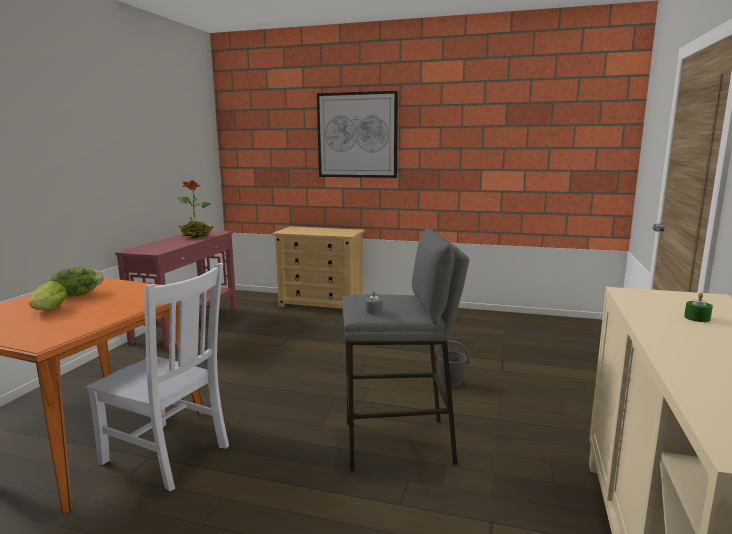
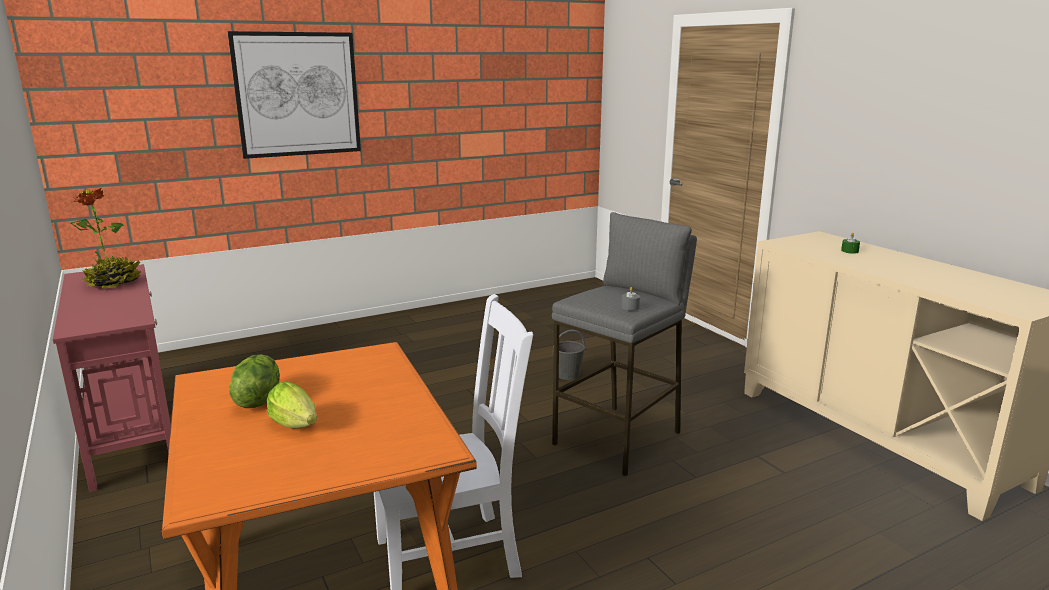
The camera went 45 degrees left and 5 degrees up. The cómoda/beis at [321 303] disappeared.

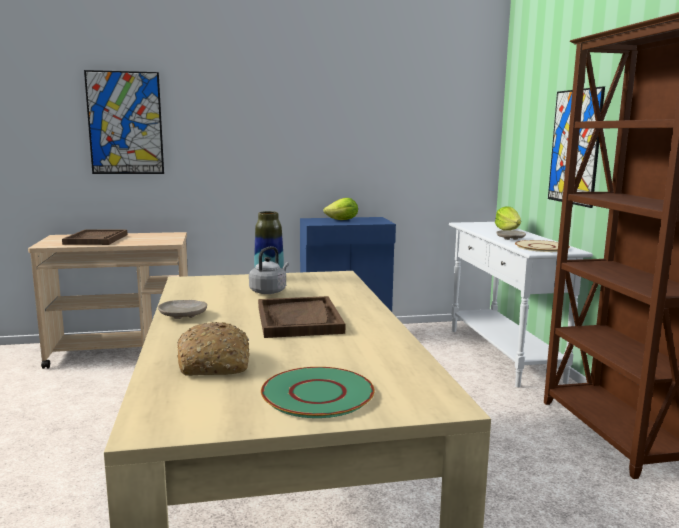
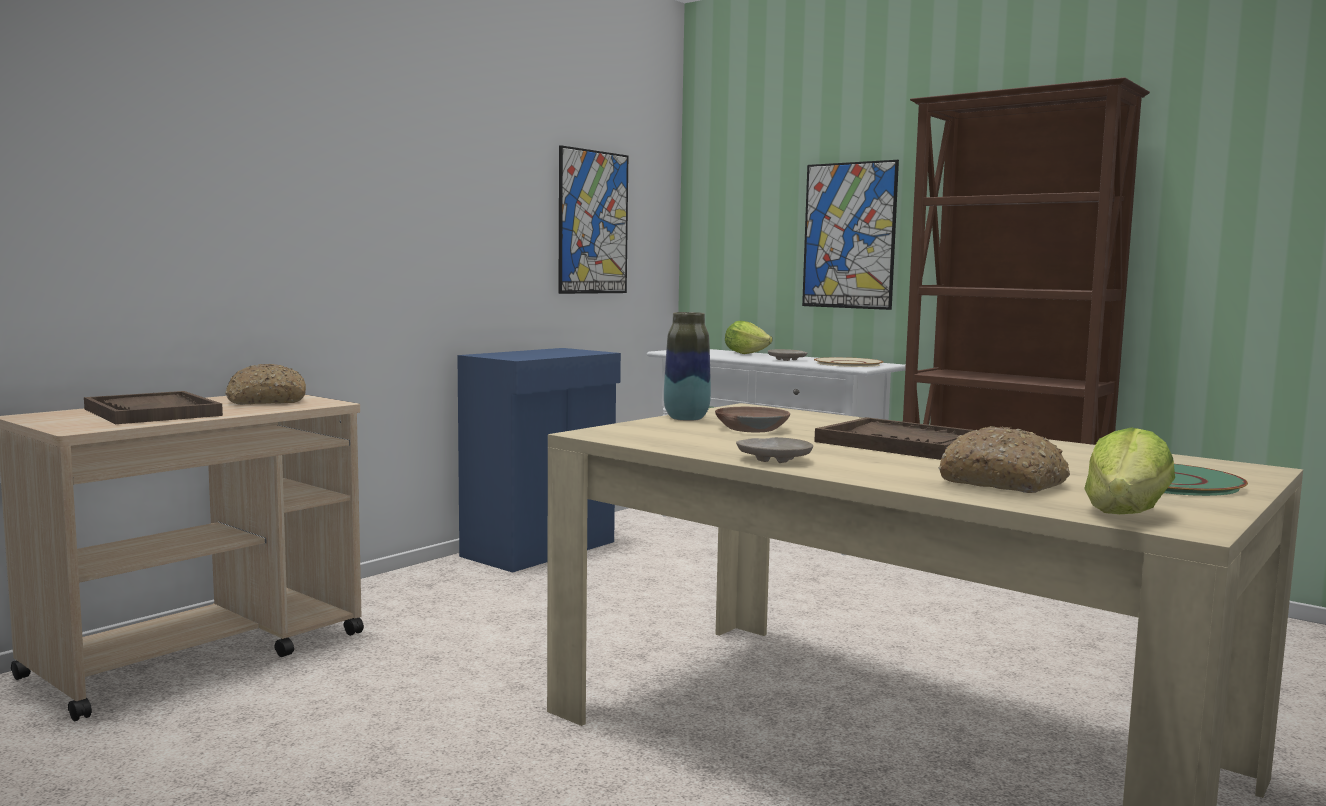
The camera went 40 degrees left and 5 degrees down. The pan at [266 401] appeared. The cuadro moved from [125 123] to [593 222]. The hervidor/gris at [269 291] was replaced by the cuenco/marrón at [751 428]. The lechuga moved from [342 220] to [1126 514].

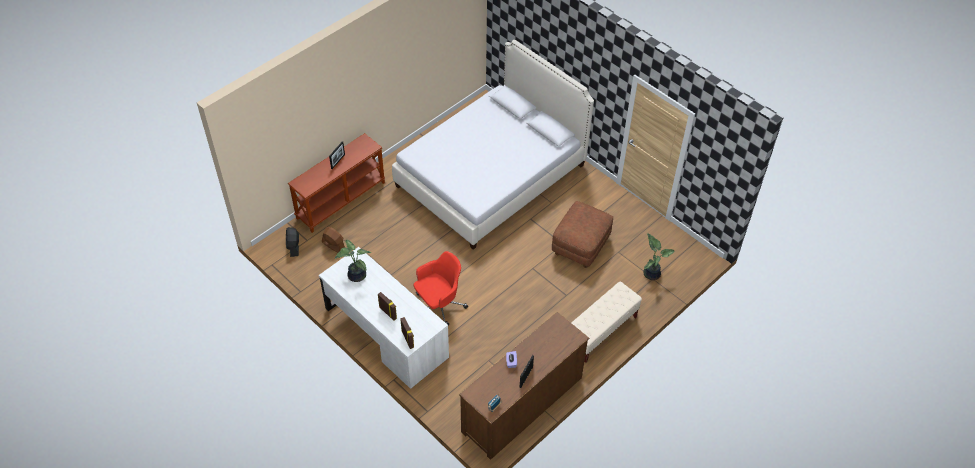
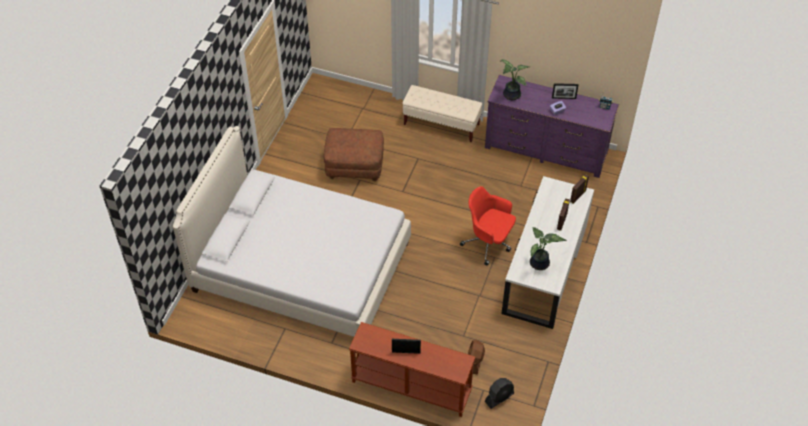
The camera went 115 degrees left and 0 degrees up. The cómoda/marrón at [522 404] became the cómoda/morado at [546 149]. The planta en maceta moved from [652 273] to [510 95].

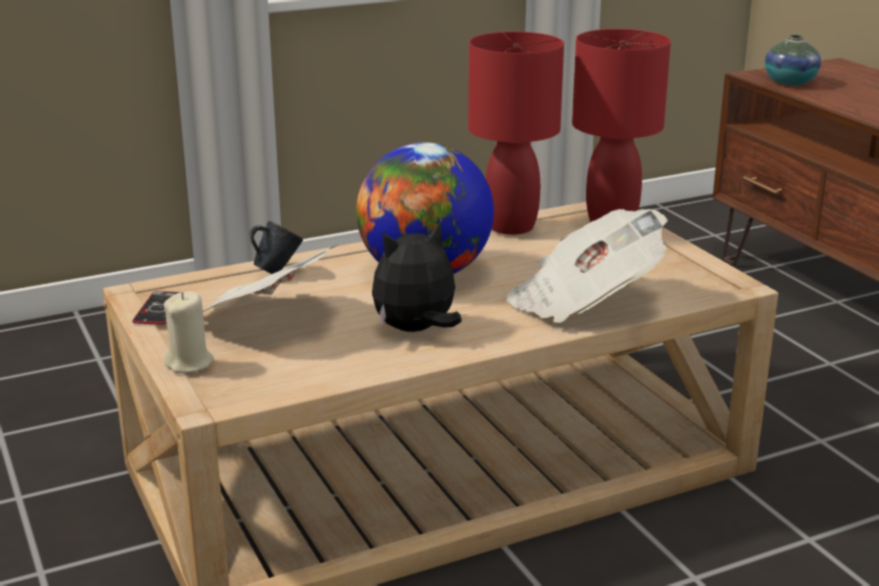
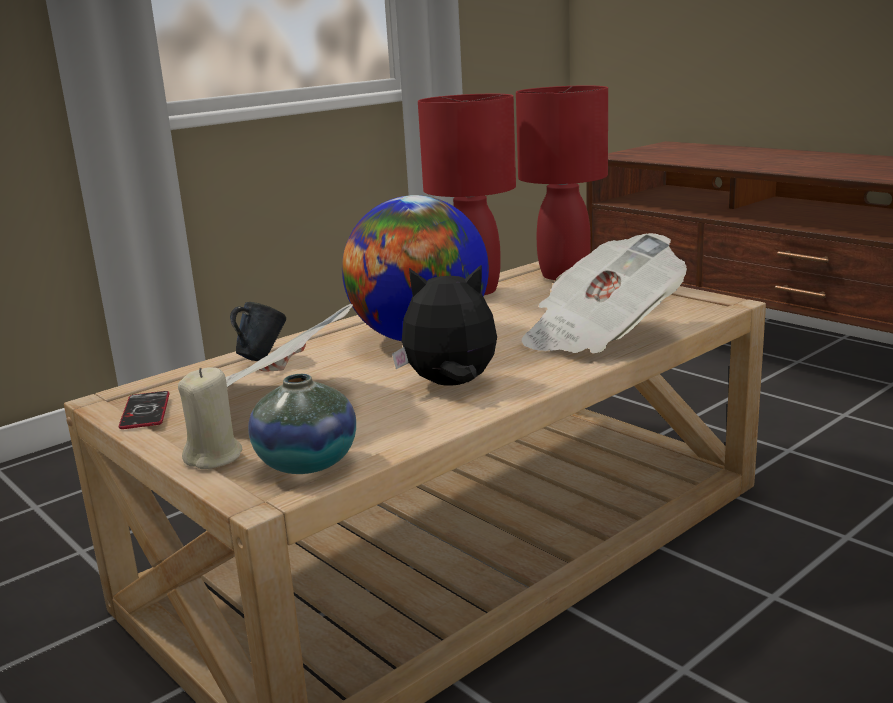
The camera went 15 degrees left and 5 degrees down. The florero moved from [790 82] to [307 463]. The peluche at [416 330] turned 45 degrees clockwise.

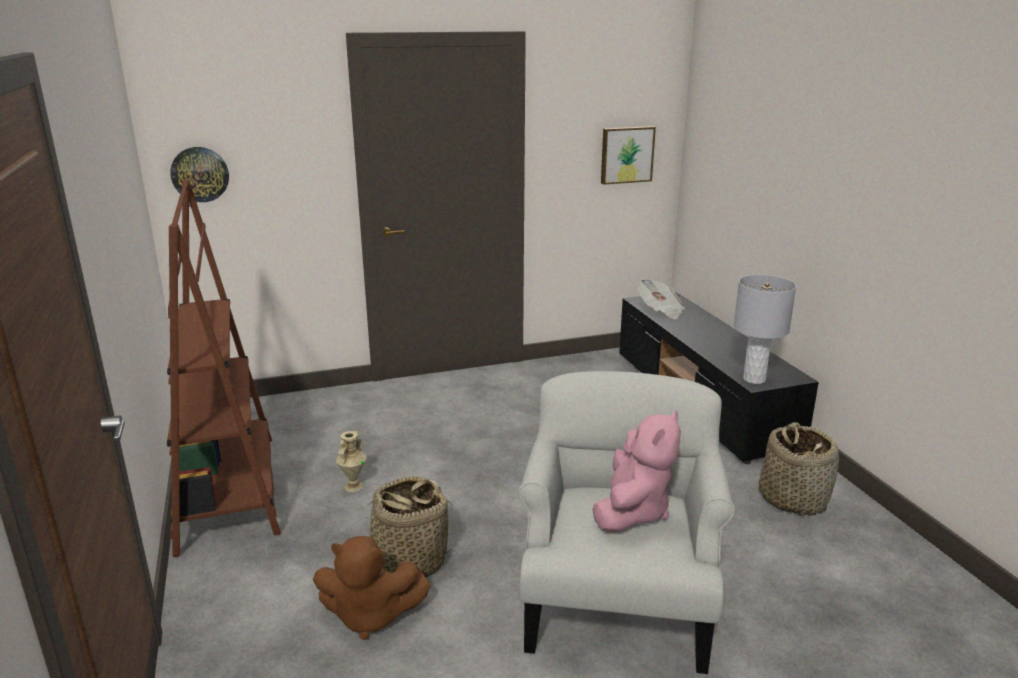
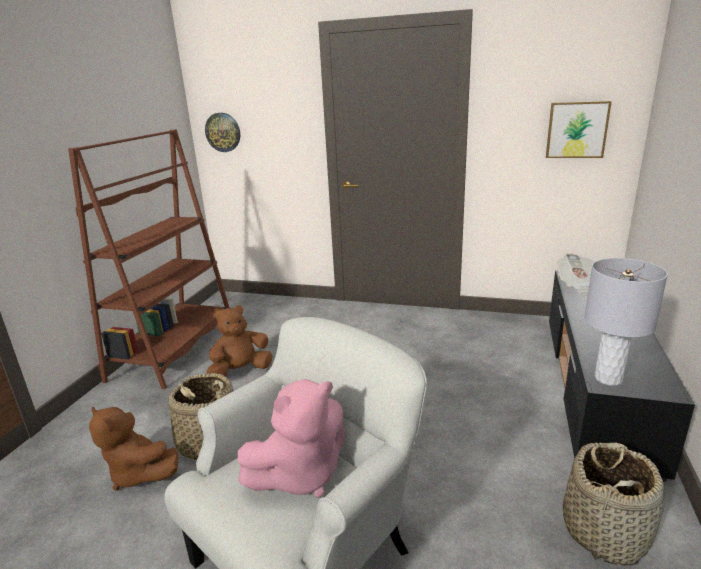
The camera went 35 degrees right and 0 degrees up. The florero/beis at [353 486] was replaced by the peluche/marrón at [241 371].

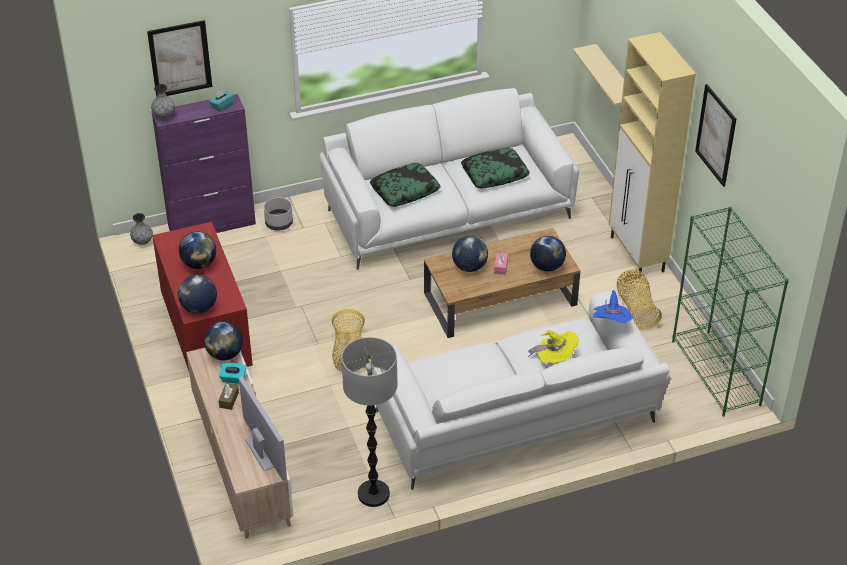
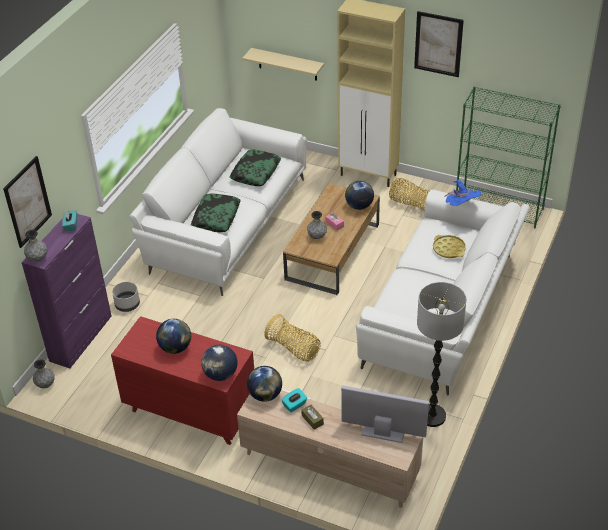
The camera went 45 degrees left and 0 degrees up. The globo terráqueo at [469 267] was replaced by the florero/gris at [317 237]. The sombrero/amarillo at [555 358] was replaced by the bandeja/amarillo at [449 249].

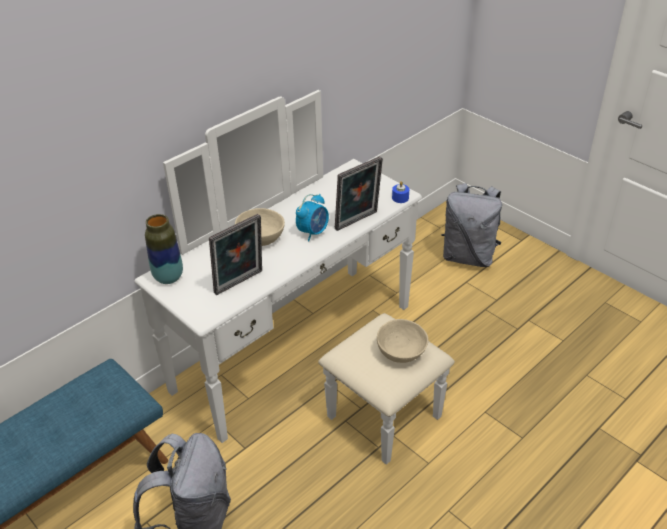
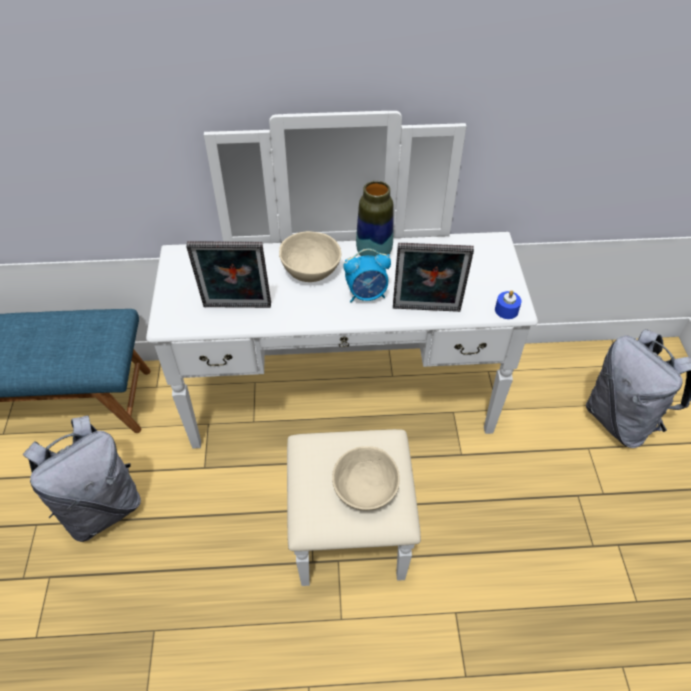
The camera went 40 degrees right and 10 degrees up. The florero moved from [168 277] to [374 255].

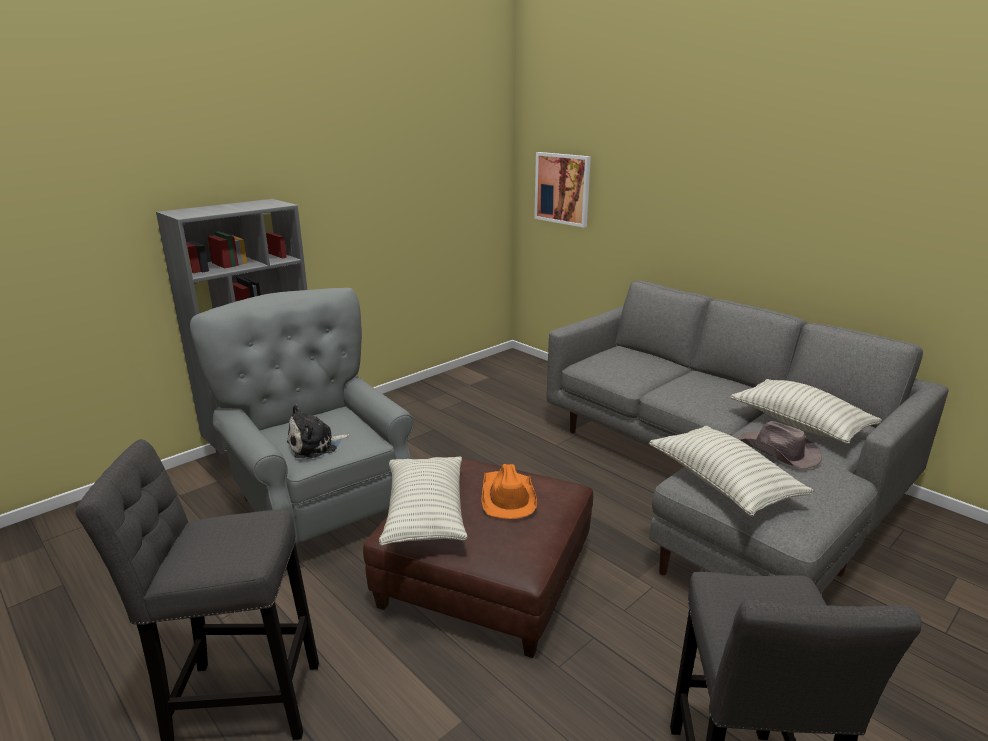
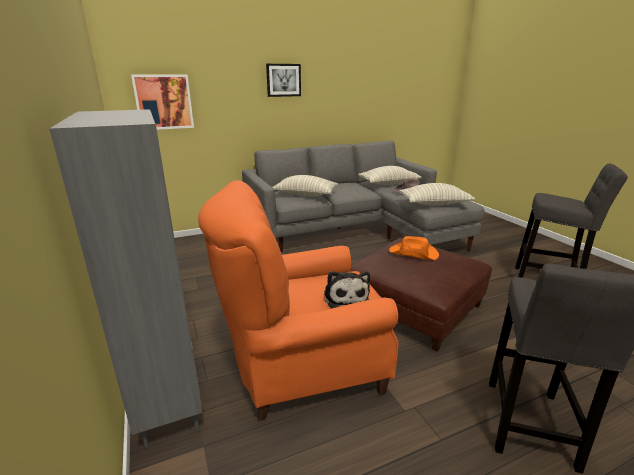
The camera went 70 degrees left and 0 degrees up. The sillón/gris at [319 505] became the sillón/naranja at [302 368]. The cuadro at [283 80] appeared. The cojín moved from [425 514] to [305 195].

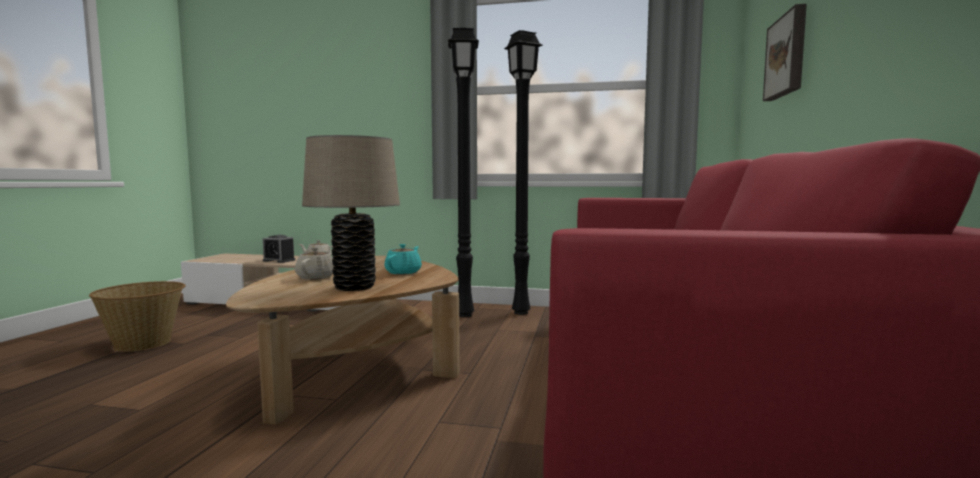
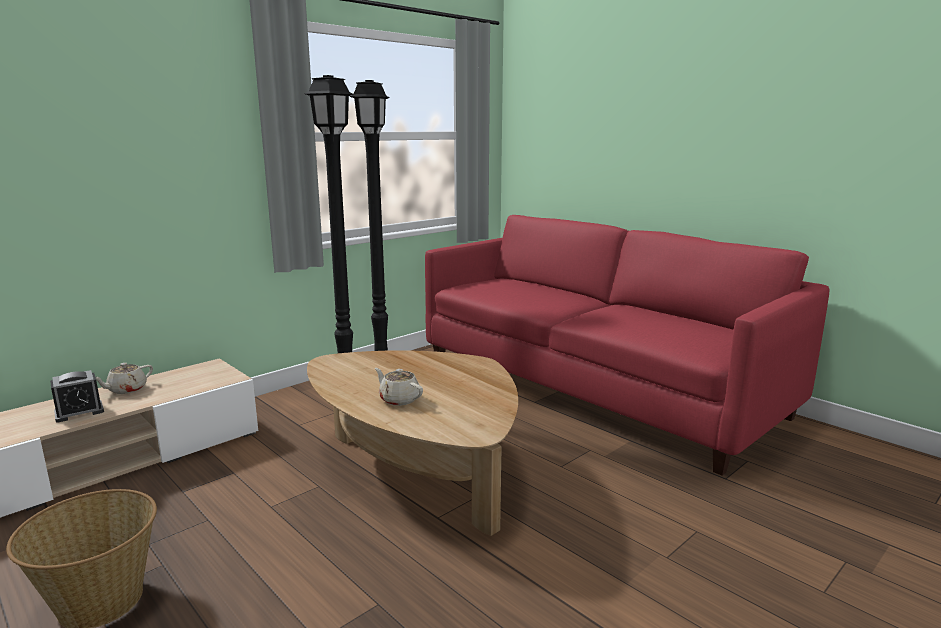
The camera went 55 degrees left and 10 degrees up. The lámpara de mesa/beis at [354 287] disappeared. The tetera/turquesa at [403 272] disappeared. The cuadro at [788 56] disappeared.

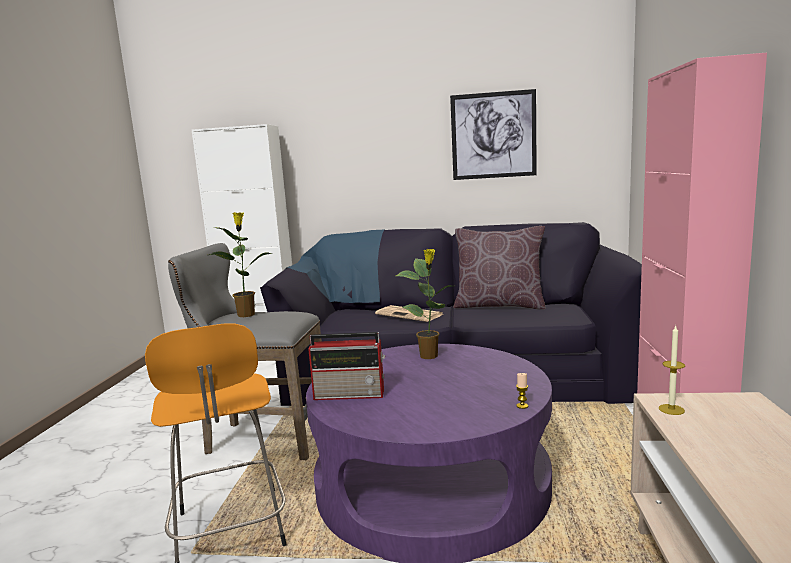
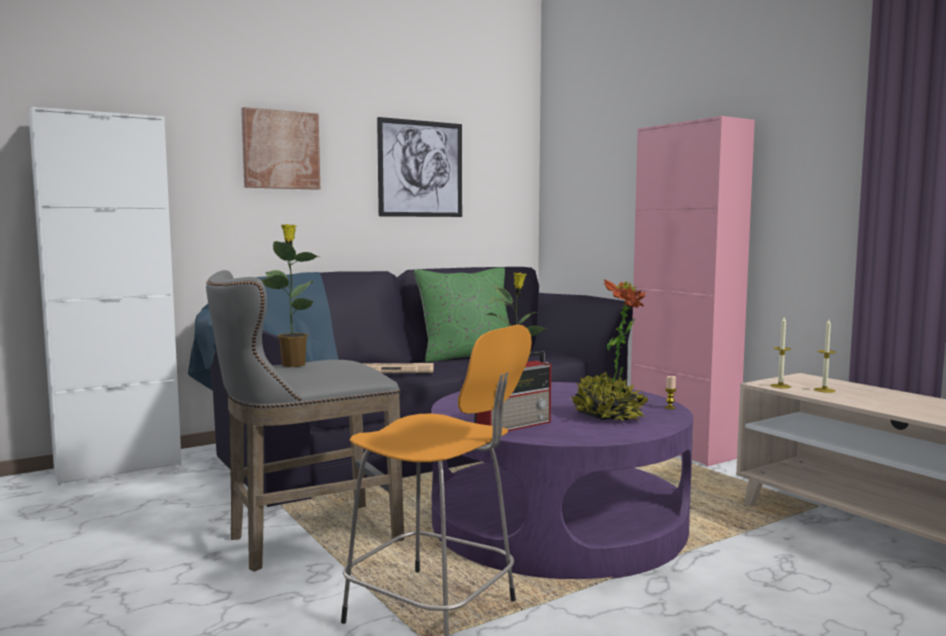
The camera went 40 degrees left and 5 degrees down. The cuadro at [280 150] appeared. The cojín/marrón at [499 305] became the cojín/verde at [466 356]. The planta en maceta at [608 416] appeared. The vela at [824 390] appeared.

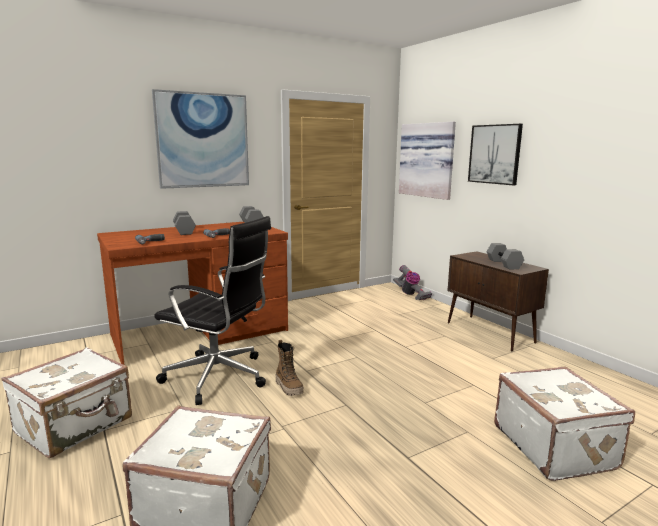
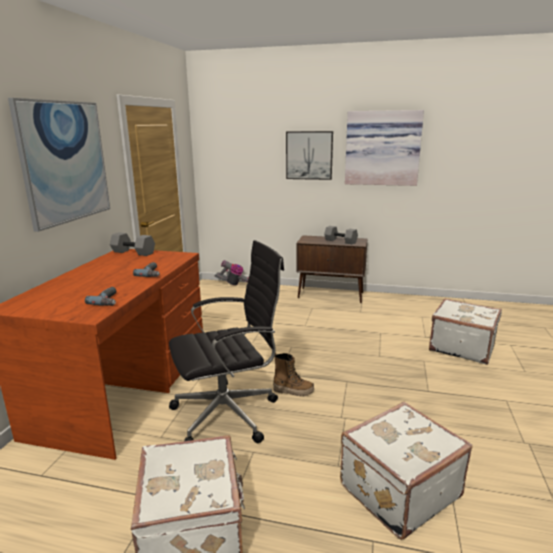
The camera went 45 degrees left and 5 degrees up. The cuadro moved from [428 160] to [382 148]. The mancuerna/gris at [185 231] disappeared.

